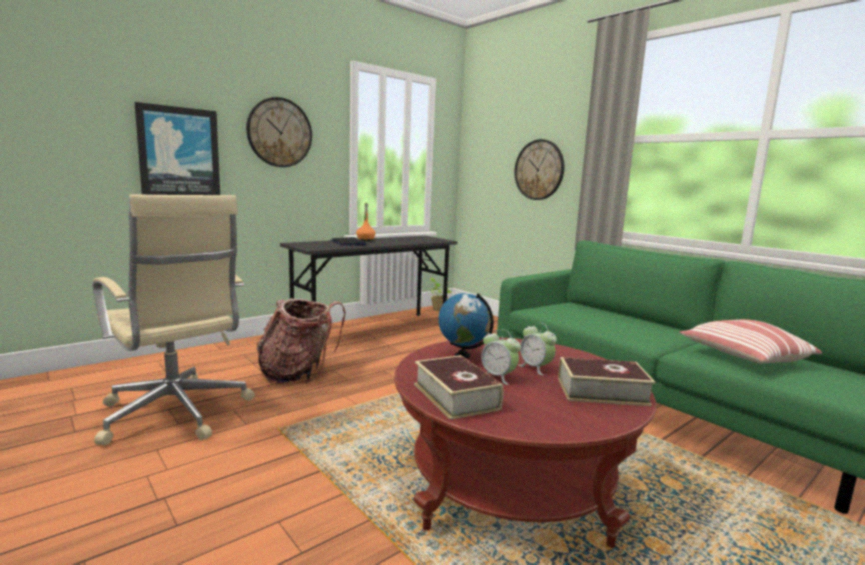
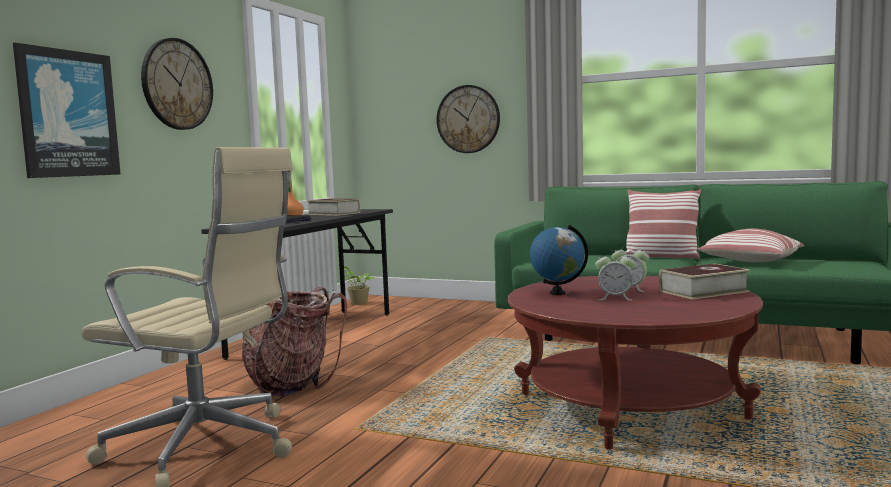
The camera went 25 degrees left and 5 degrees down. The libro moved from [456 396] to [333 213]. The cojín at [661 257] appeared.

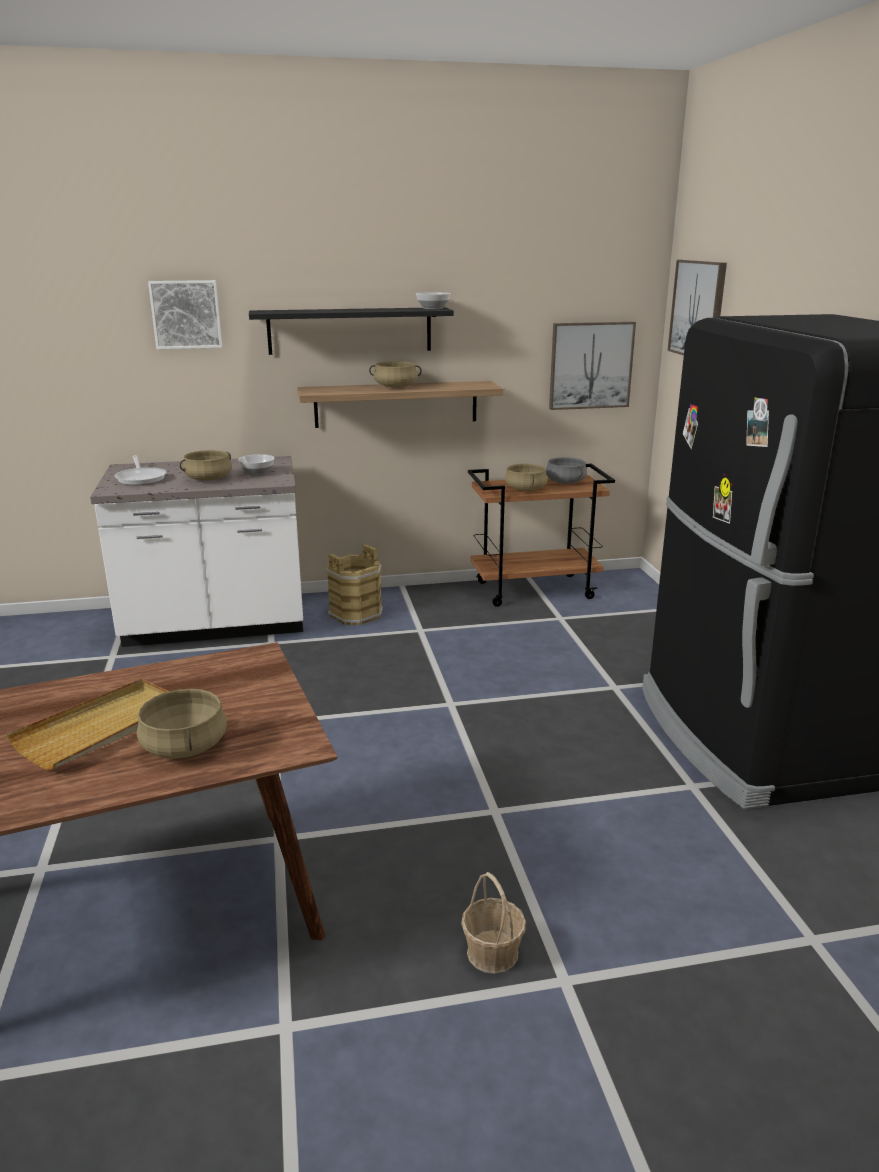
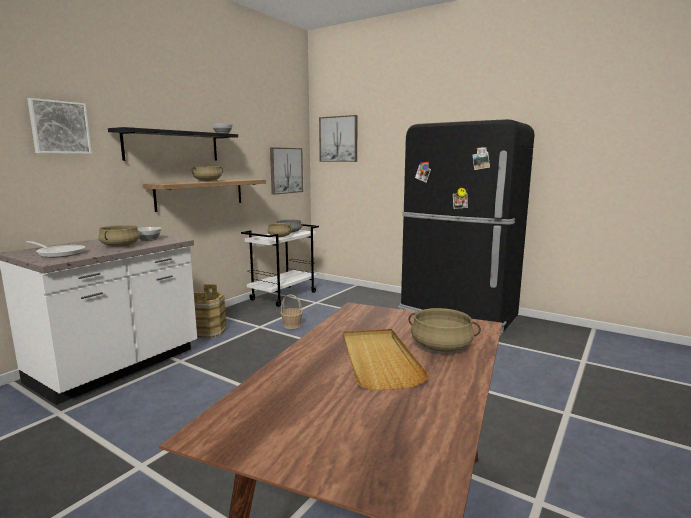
The camera went 45 degrees left and 10 degrees down. The carrito/marrón at [535 590] became the carrito/blanco at [284 296]. The cesta moved from [492 952] to [292 325].

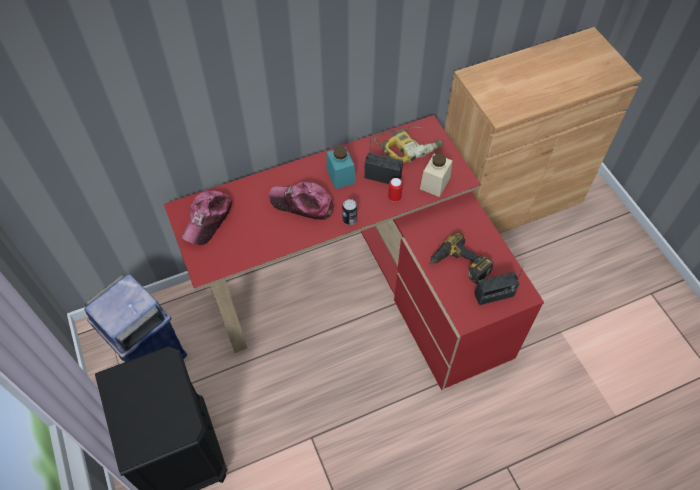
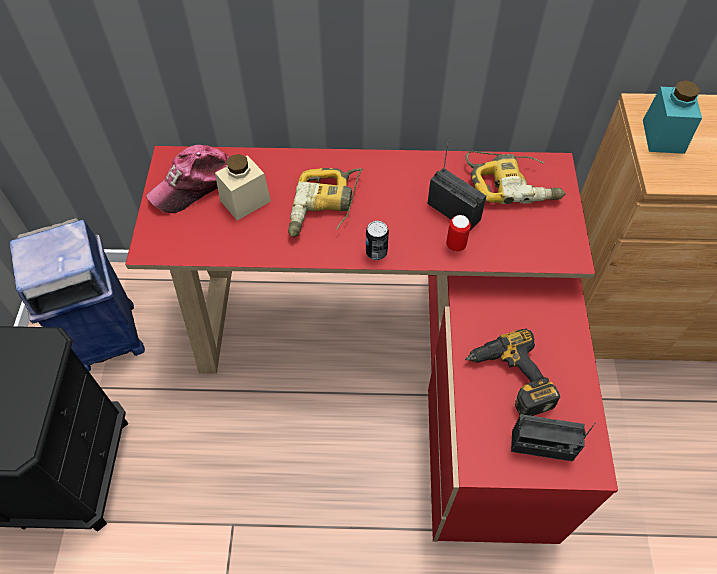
The camera went 25 degrees right and 0 degrees up. The tarro/beis moved from [435 183] to [245 201]. The gorra at [302 204] was replaced by the taladro at [325 208]. The tarro/turquesa moved from [340 176] to [663 136].

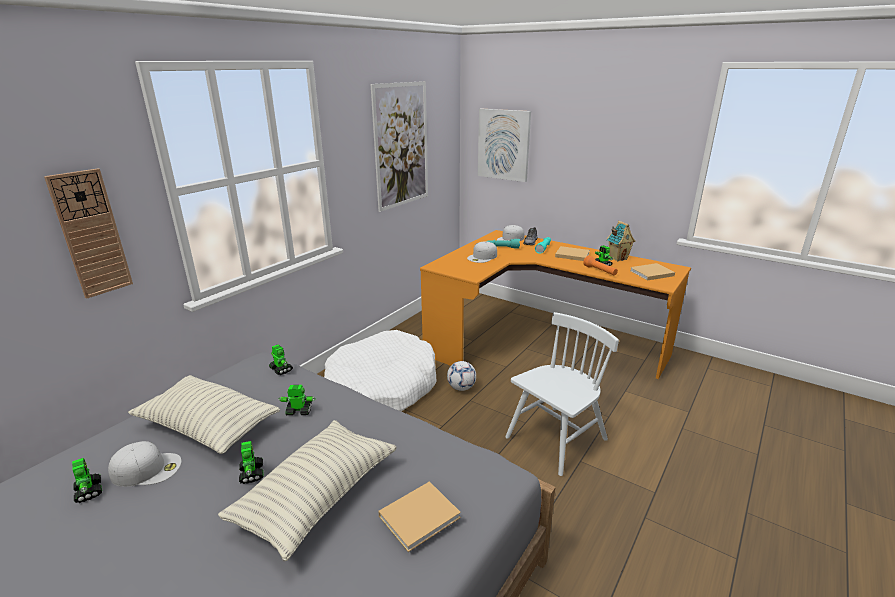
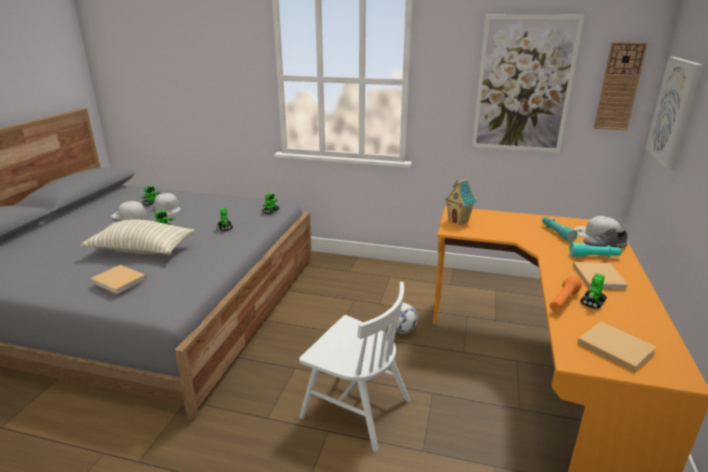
The camera went 70 degrees right and 0 degrees up. The gorra/blanco moved from [482 257] to [128 215]. The casita moved from [618 258] to [459 221]. The reloj de pared moved from [91 234] to [619 87]. The cojín at [208 426] disappeared. The cama para perro/blanco at [381 388] disappeared.

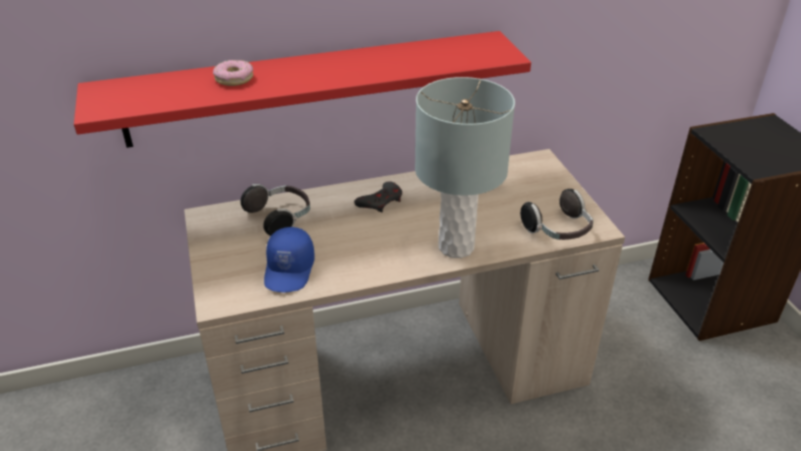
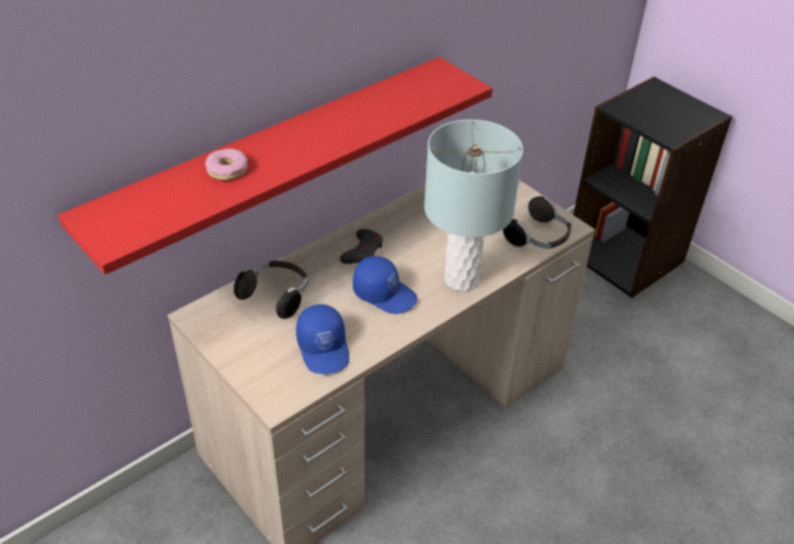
The camera went 25 degrees left and 5 degrees up. The gorra/azul at [385 294] appeared.

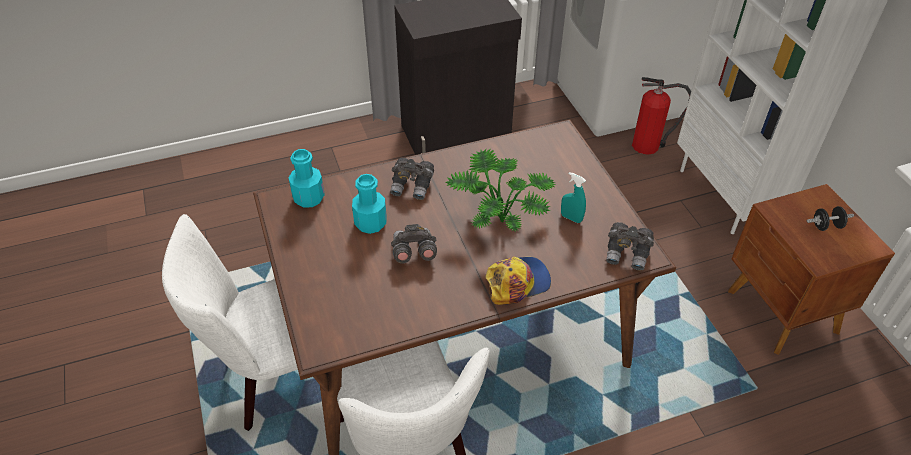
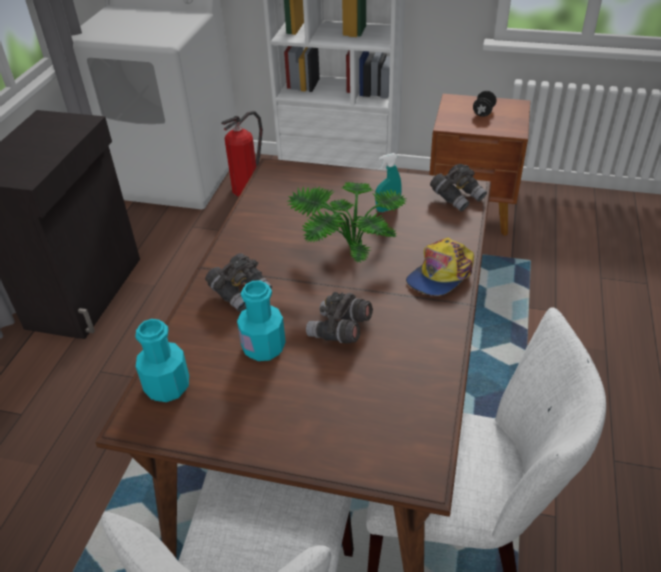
The camera went 55 degrees left and 5 degrees down. The gorra at [517 282] turned 150 degrees counterclockwise.

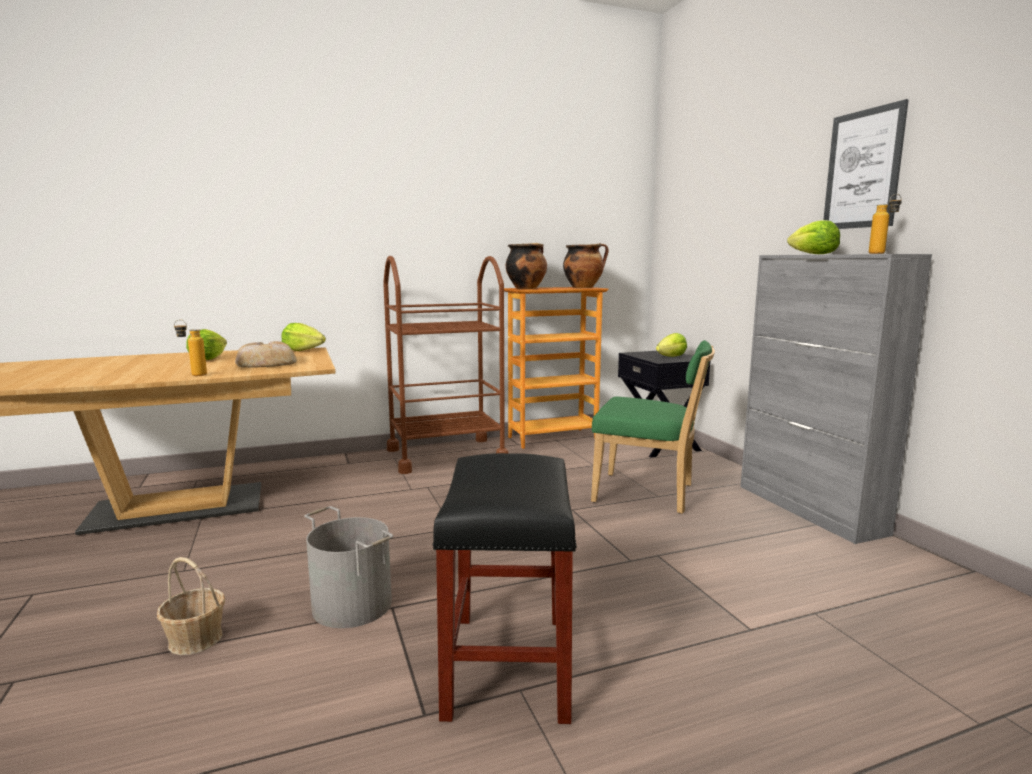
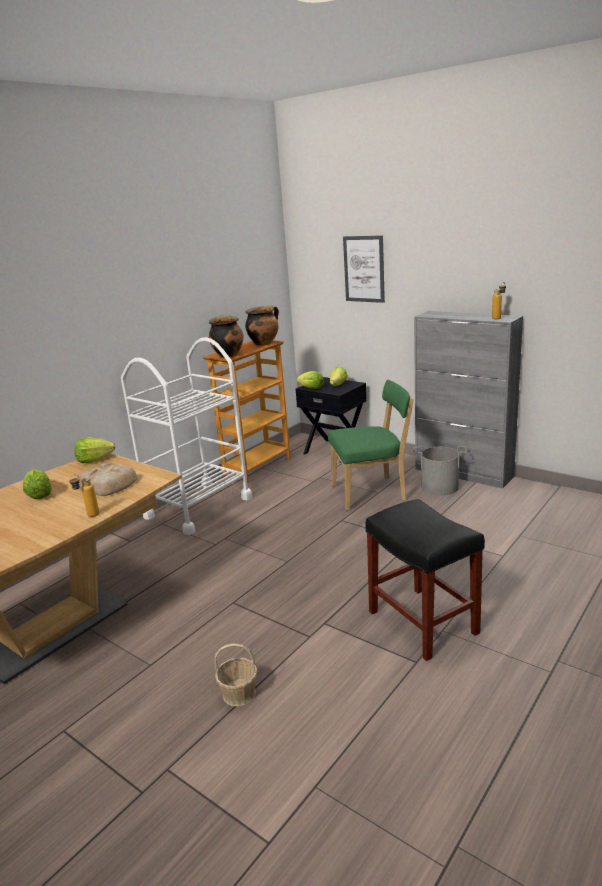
The camera went 30 degrees left and 10 degrees up. The carrito/marrón at [446 455] became the carrito/blanco at [198 507]. The lechuga moved from [813 254] to [311 388]. The cuadro moved from [863 169] to [364 269]. The cubo/gris moved from [353 604] to [439 487].

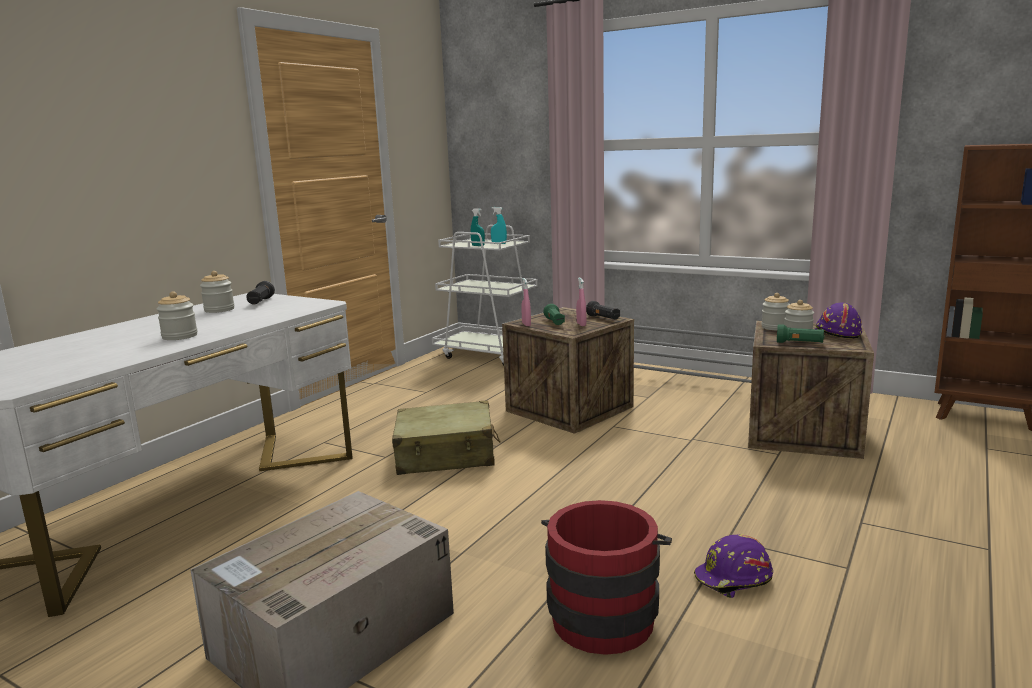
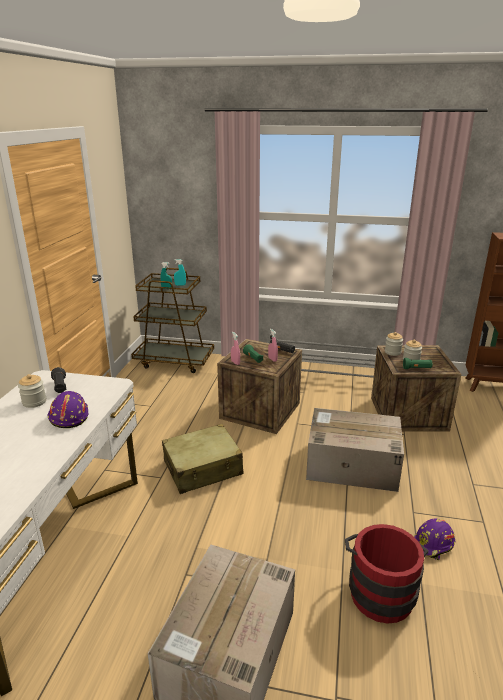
The camera went 20 degrees left and 10 degrees up. The casco/morado moved from [836 333] to [68 416]. The carrito/blanco at [490 354] became the carrito/marrón at [174 361]. The caja de cartón at [350 465] appeared. The tarro at [180 336] disappeared.

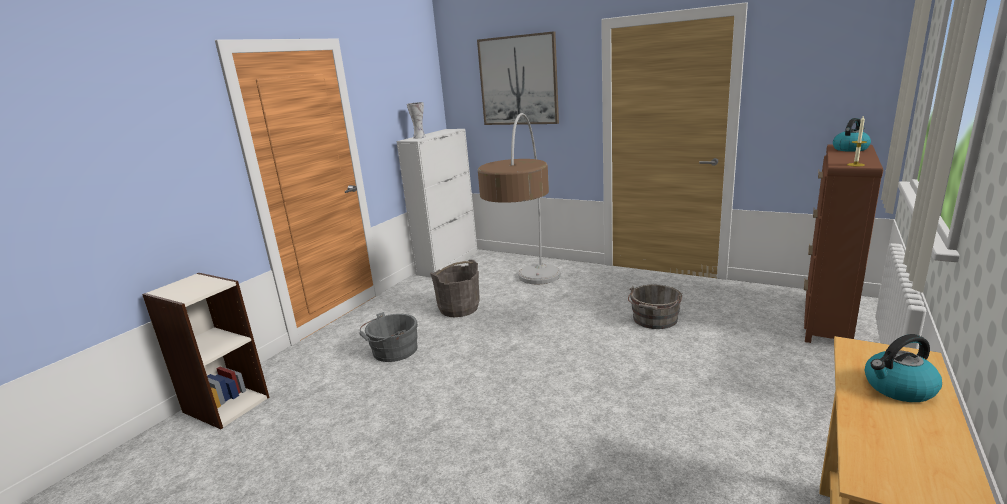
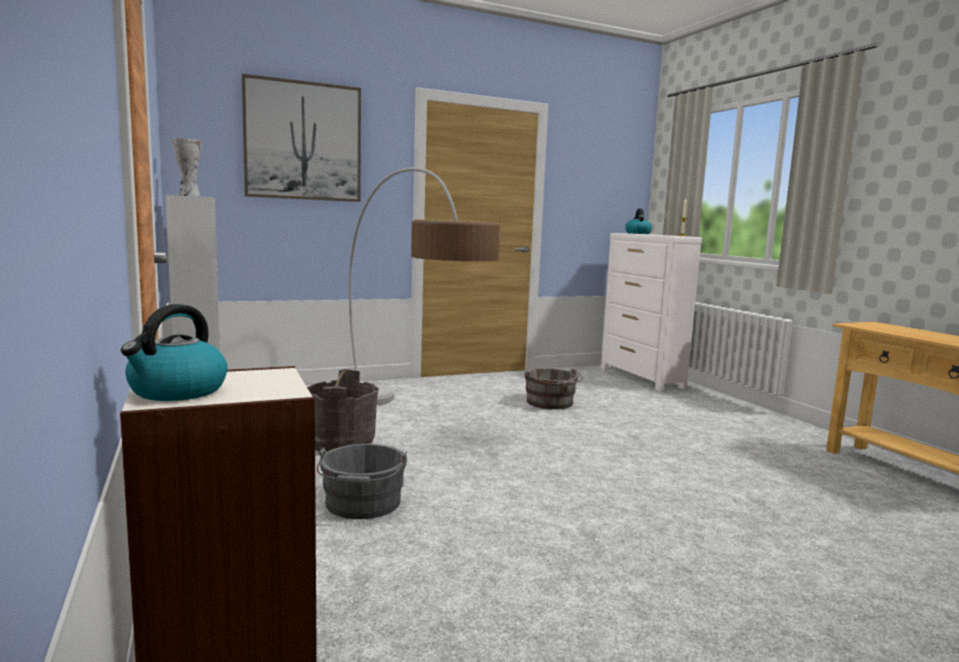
The camera went 55 degrees left and 10 degrees down. The hervidor moved from [898 388] to [177 391]. The cómoda/marrón at [827 320] became the cómoda/blanco at [641 378].

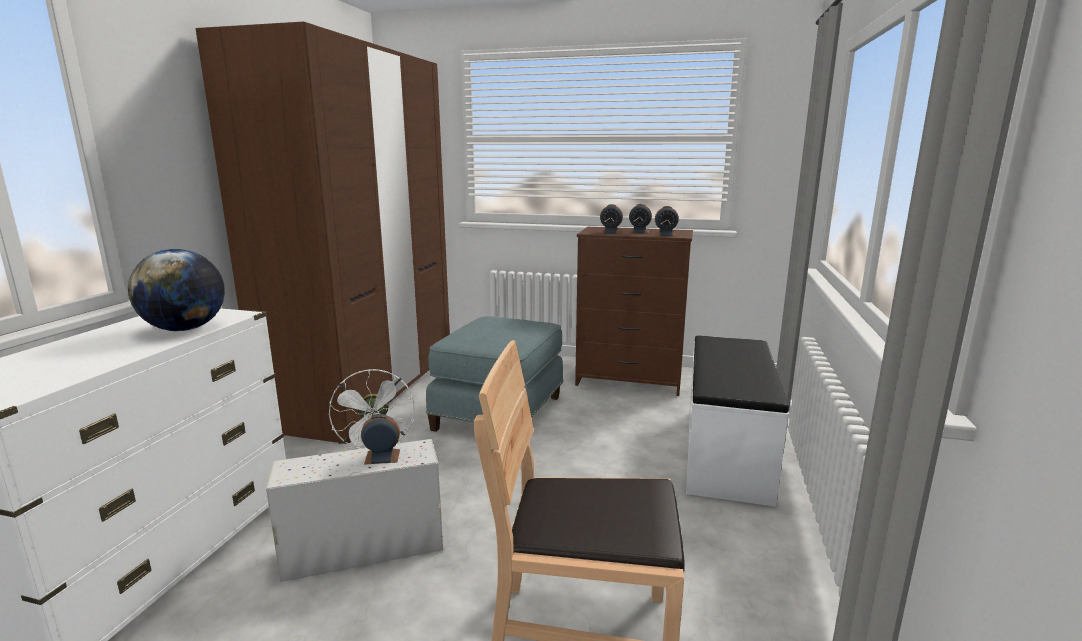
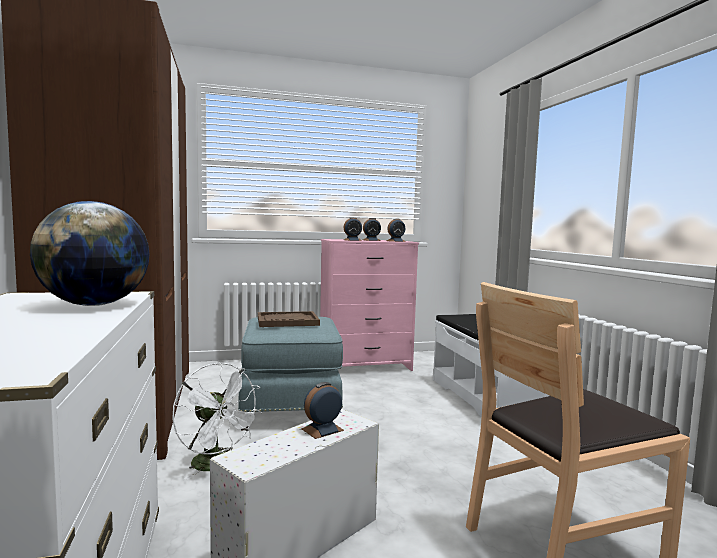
The camera went 30 degrees left and 10 degrees down. The bandeja/marrón at [287 321] appeared. The cómoda/marrón at [629 380] became the cómoda/rosa at [365 366].

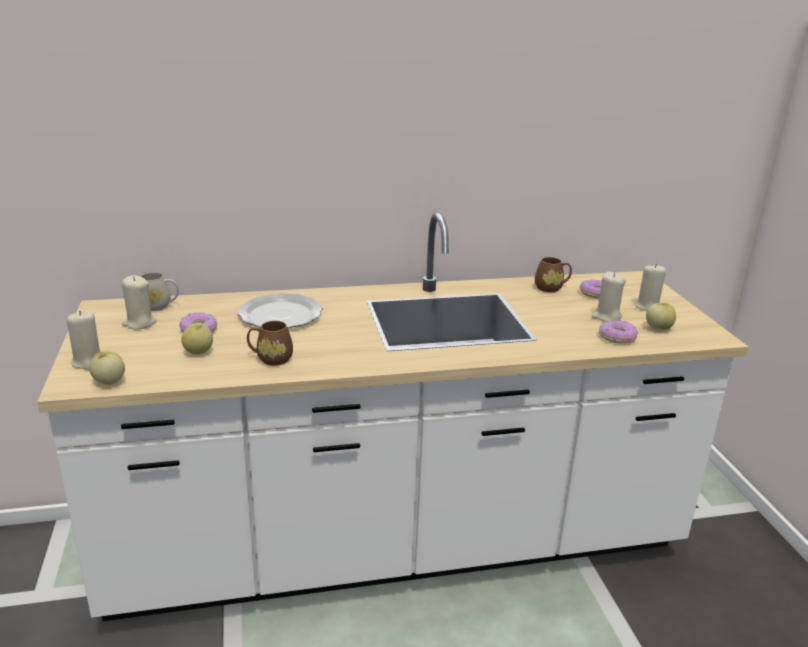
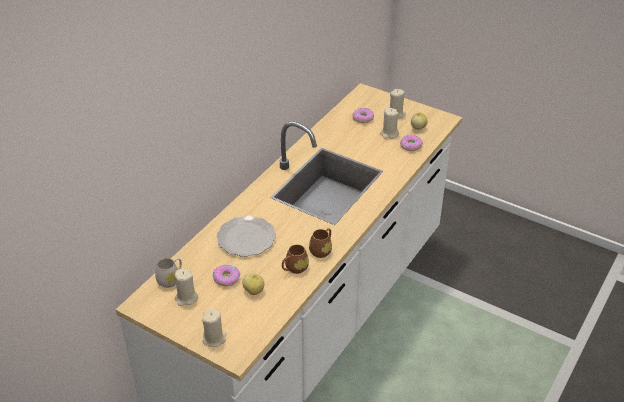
The camera went 45 degrees left and 15 degrees up. The taza grande/marrón moved from [551 288] to [322 250]. The manzana at [109 382] disappeared.

